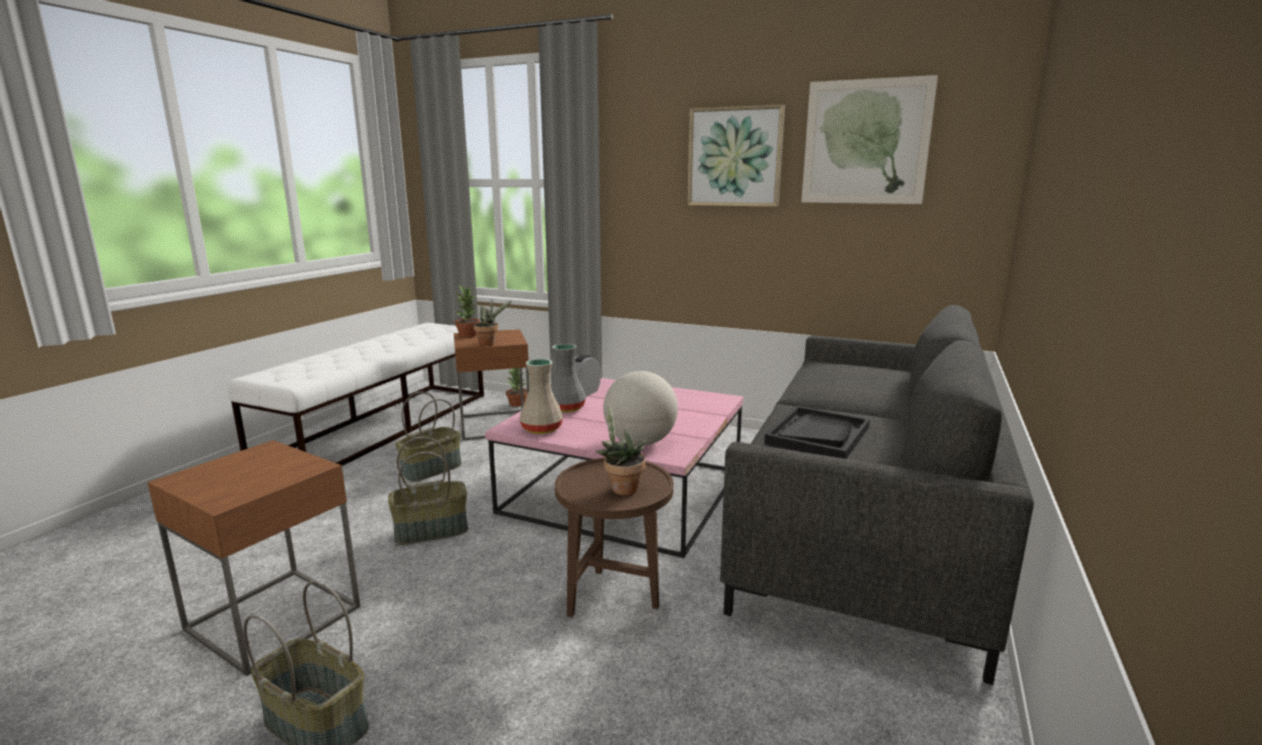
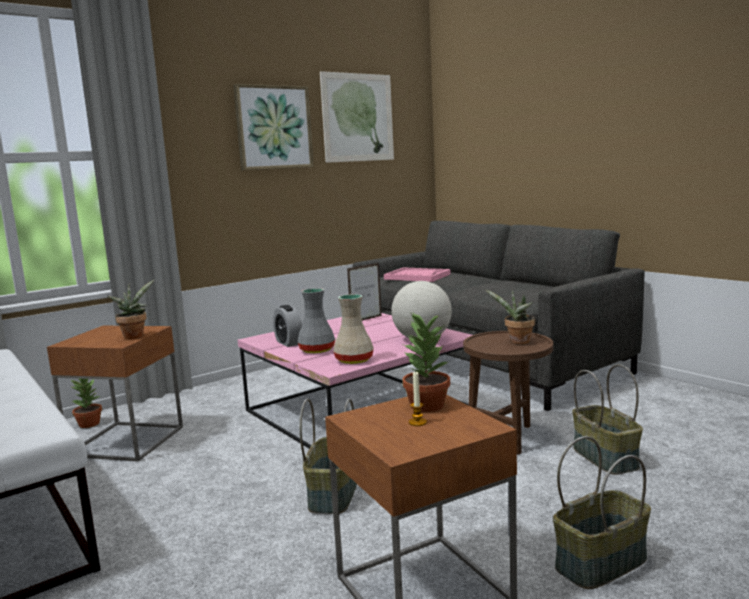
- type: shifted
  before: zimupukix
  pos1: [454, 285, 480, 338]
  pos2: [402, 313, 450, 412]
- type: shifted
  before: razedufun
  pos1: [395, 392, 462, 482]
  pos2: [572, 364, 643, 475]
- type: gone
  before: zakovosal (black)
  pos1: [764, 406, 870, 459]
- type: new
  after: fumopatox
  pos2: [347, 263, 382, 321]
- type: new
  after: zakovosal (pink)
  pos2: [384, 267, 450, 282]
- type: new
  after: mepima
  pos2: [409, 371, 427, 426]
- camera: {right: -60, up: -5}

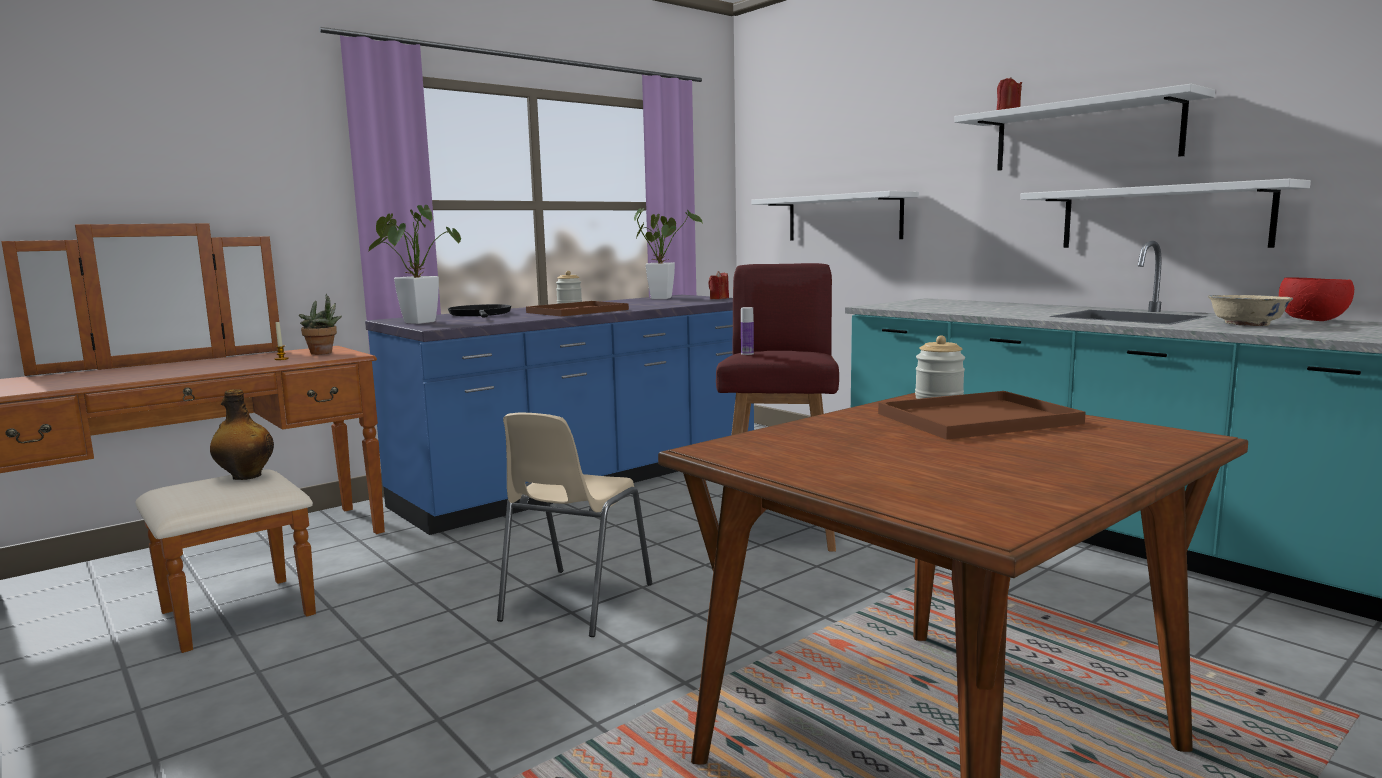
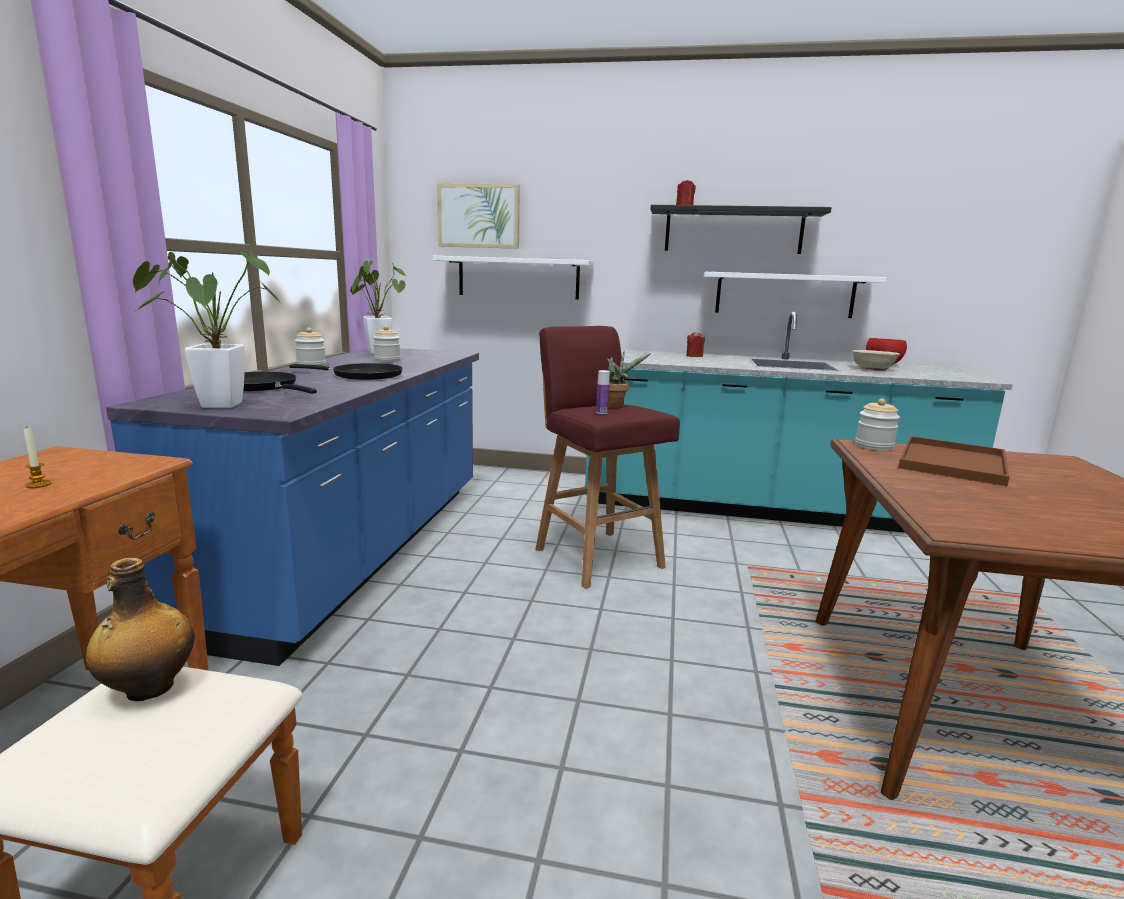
- type: repainted
  before: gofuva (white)
  after: gofuva (black)
  pos1: [954, 84, 1215, 171]
  pos2: [650, 205, 831, 254]
- type: shifted
  before: mepima (red)
  pos1: [708, 271, 729, 299]
  pos2: [686, 331, 705, 357]
- type: shifted
  before: zimupukix
  pos1: [299, 294, 342, 355]
  pos2: [606, 350, 651, 408]
- type: swapped
  before: zakovosal (brown)
  after: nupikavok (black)
  pos1: [526, 301, 629, 316]
  pos2: [290, 363, 403, 380]
- type: gone
  before: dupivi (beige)
  pos1: [497, 413, 652, 637]
- type: new
  after: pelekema
  pos2: [437, 183, 520, 249]
- type: new
  after: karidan
  pos2: [373, 326, 400, 362]
- camera: {right: -40, up: 5}

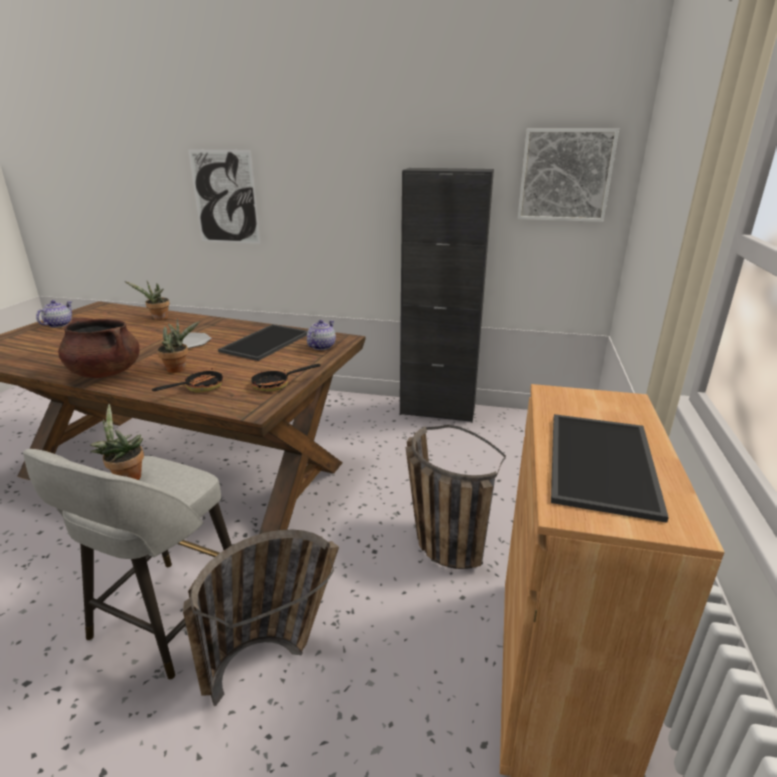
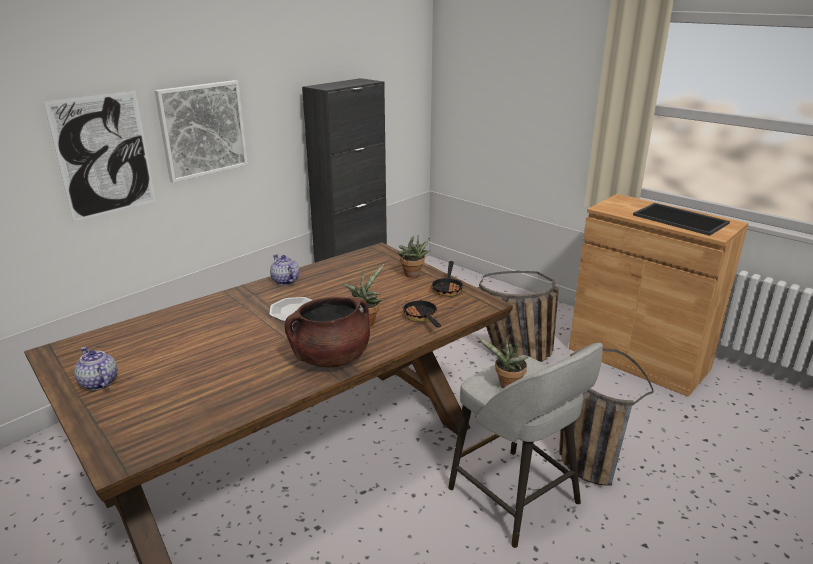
- type: shifted
  before: pelekema
  pos1: [518, 128, 619, 222]
  pos2: [155, 80, 248, 183]
- type: shifted
  before: zimupukix
  pos1: [125, 281, 170, 320]
  pos2: [397, 236, 430, 278]
- type: shifted
  before: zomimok
  pos1: [307, 320, 336, 350]
  pos2: [270, 254, 299, 285]
- type: gone
  before: zakovosal
  pos1: [218, 324, 307, 361]
- camera: {right: -60, up: 0}

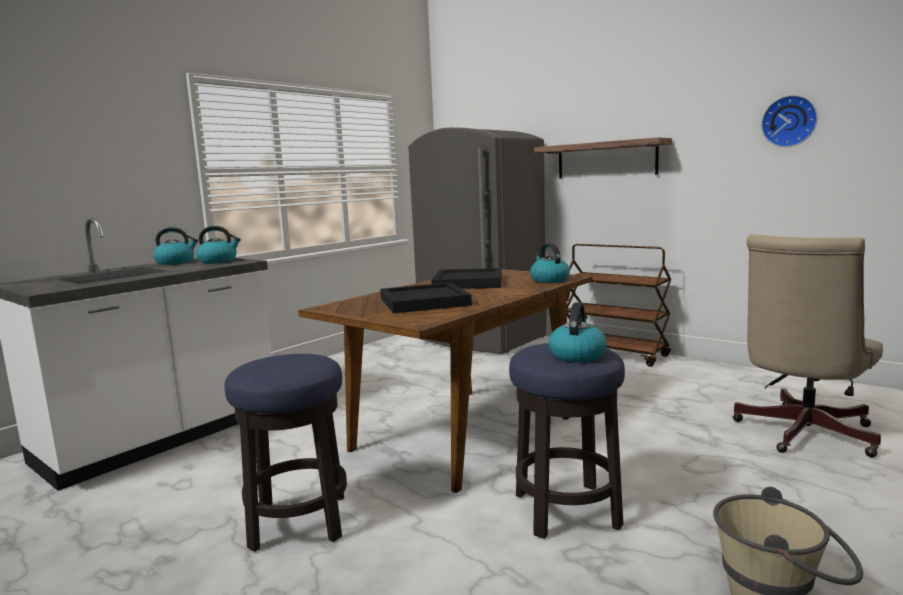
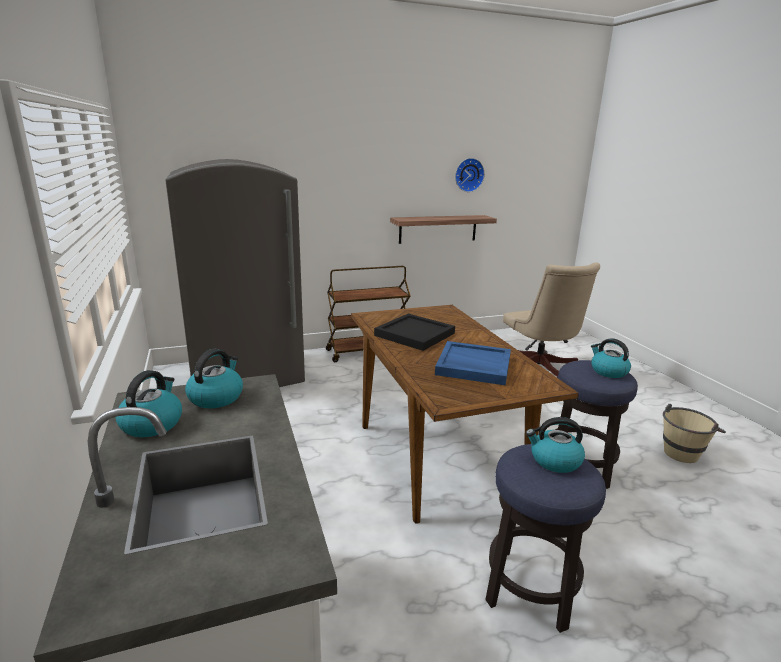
- type: shifted
  before: gofuva
  pos1: [534, 137, 672, 178]
  pos2: [390, 215, 497, 244]
- type: shifted
  before: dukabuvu
  pos1: [530, 243, 570, 283]
  pos2: [526, 417, 585, 473]
- type: repainted
  before: zakovosal (black)
  after: zakovosal (blue)
  pos1: [380, 282, 472, 313]
  pos2: [435, 341, 511, 385]
- camera: {right: -60, up: 10}

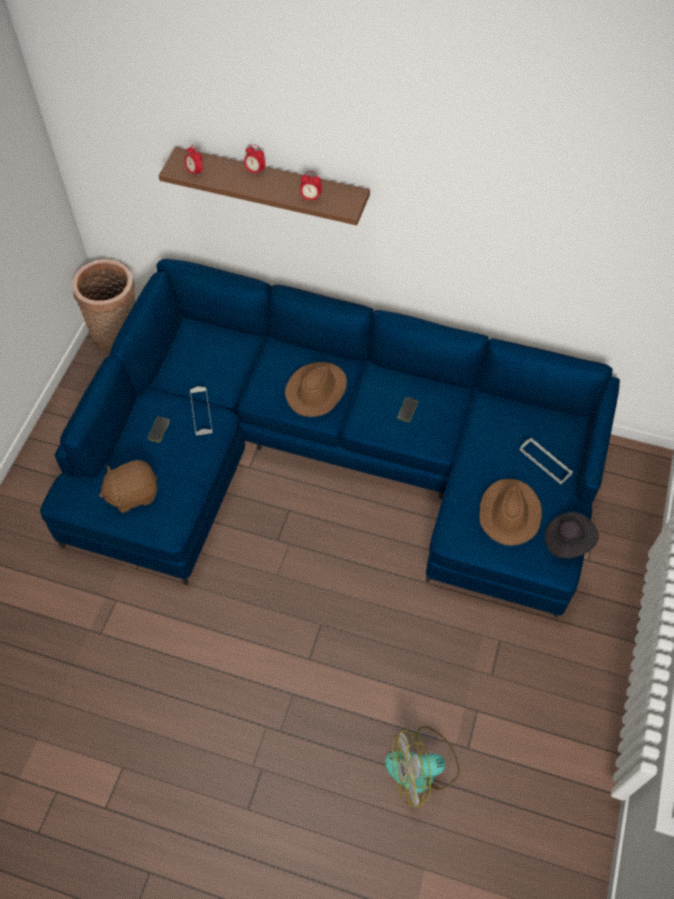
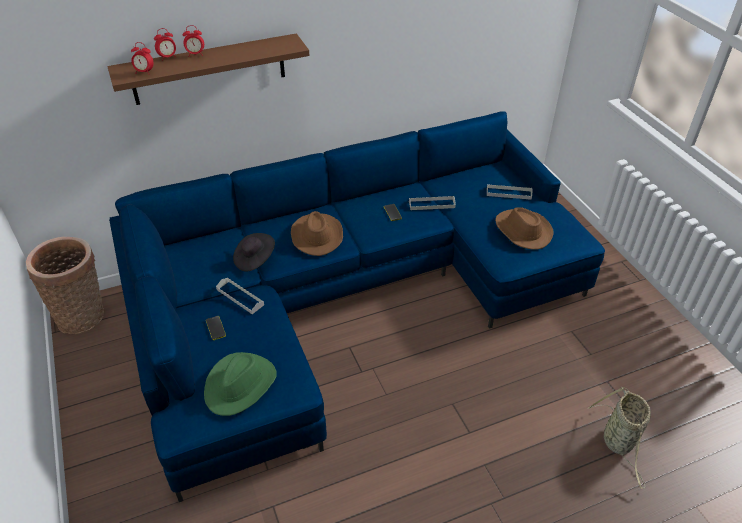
- type: shifted
  before: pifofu
  pos1: [300, 171, 322, 203]
  pos2: [154, 28, 177, 61]
- type: swapped
  before: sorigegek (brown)
  after: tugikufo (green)
  pos1: [99, 460, 158, 513]
  pos2: [204, 352, 277, 416]
- type: shifted
  before: tugikufo (black)
  pos1: [545, 512, 599, 559]
  pos2: [233, 233, 275, 272]
- type: swapped
  before: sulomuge
  after: razedufun
  pos1: [385, 726, 460, 808]
  pos2: [587, 387, 651, 489]
- type: new
  after: zakovosal (grey)
  pos2: [409, 196, 456, 210]
- camera: {right: -40, up: -15}

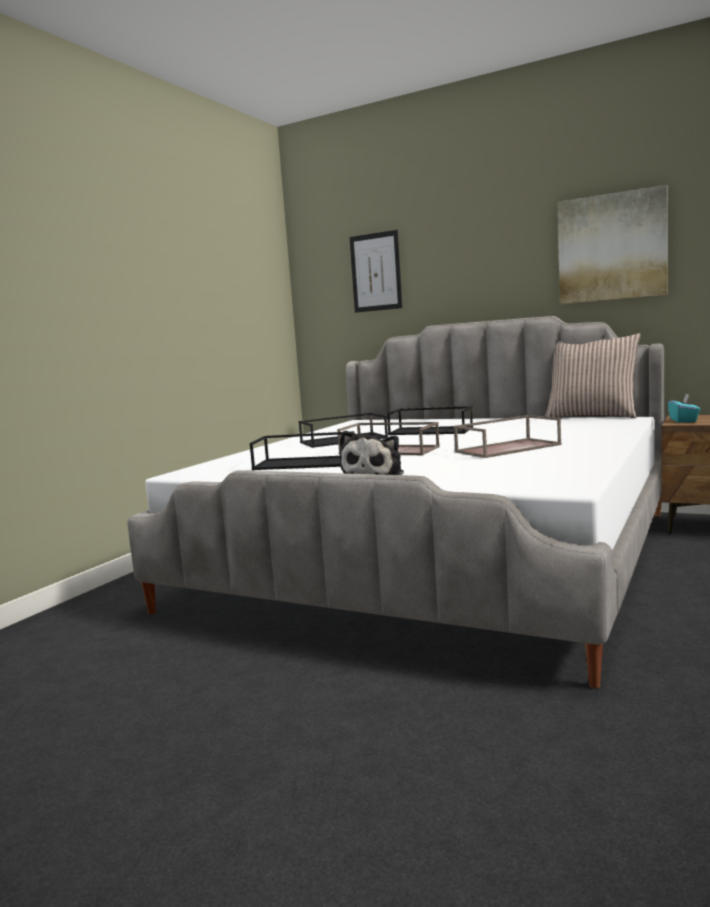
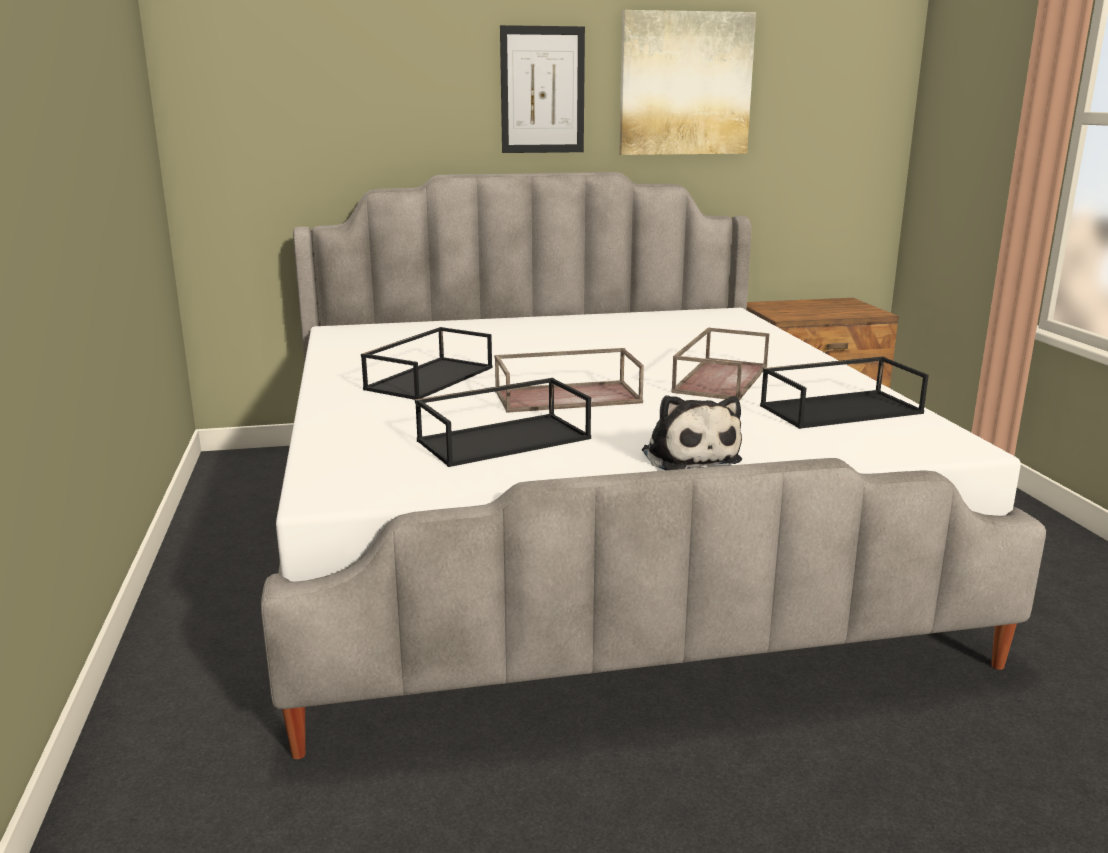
- type: shifted
  before: pelekema
  pos1: [350, 230, 402, 313]
  pos2: [500, 25, 585, 153]
- type: gone
  before: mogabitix
  pos1: [545, 333, 641, 418]
- type: gone
  before: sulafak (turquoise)
  pos1: [668, 394, 700, 423]
- type: shifted
  before: zakovosal (black)
  pos1: [387, 406, 473, 435]
  pos2: [760, 357, 929, 429]
- camera: {right: -40, up: 10}

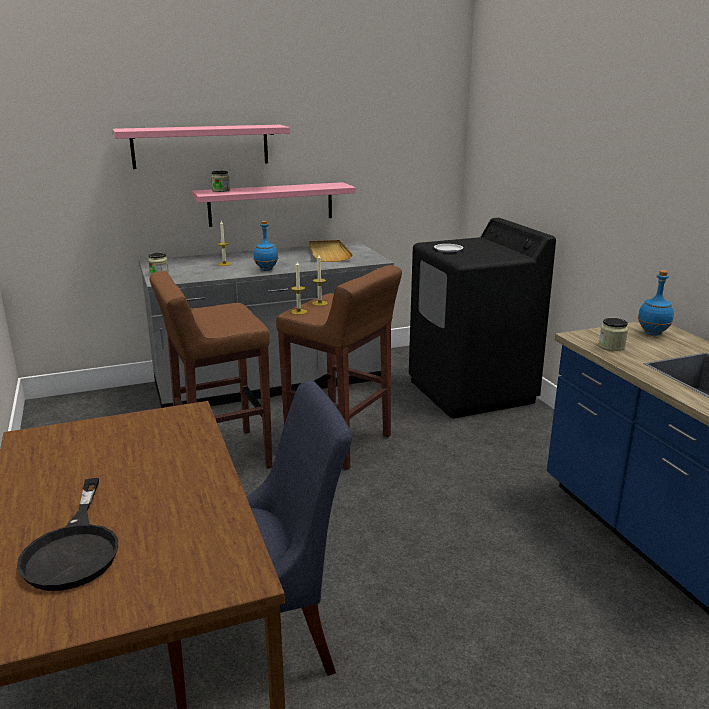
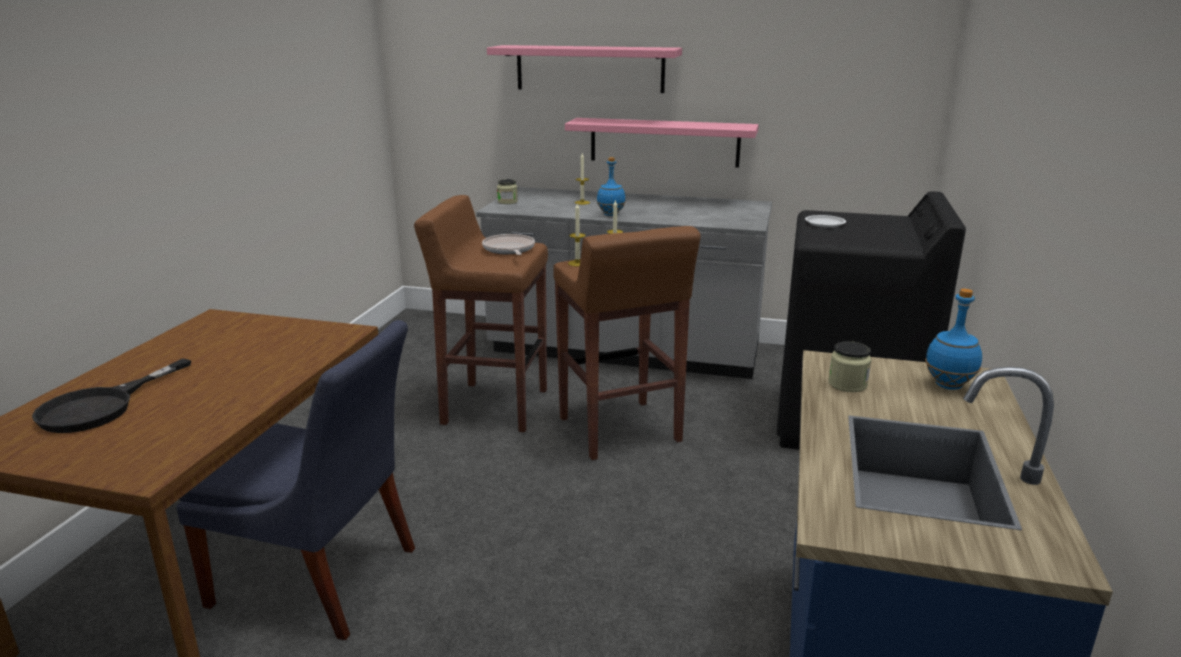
- type: gone
  before: karidan
  pos1: [211, 171, 230, 192]
- type: gone
  before: zakovosal (beige)
  pos1: [309, 240, 353, 262]
- type: new
  after: nupikavok
  pos2: [482, 234, 535, 255]
- camera: {right: 35, up: 0}

